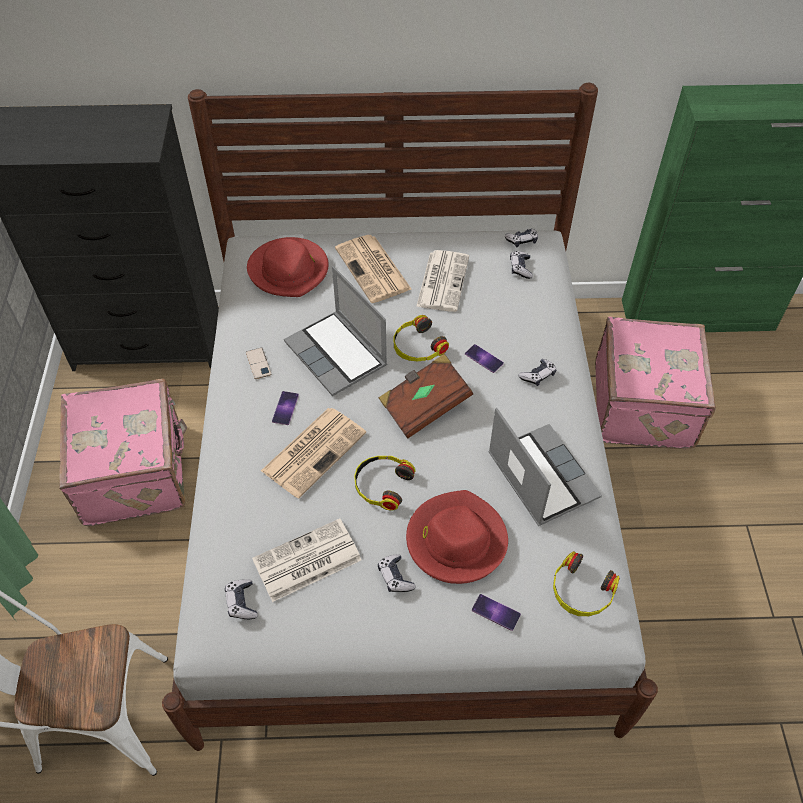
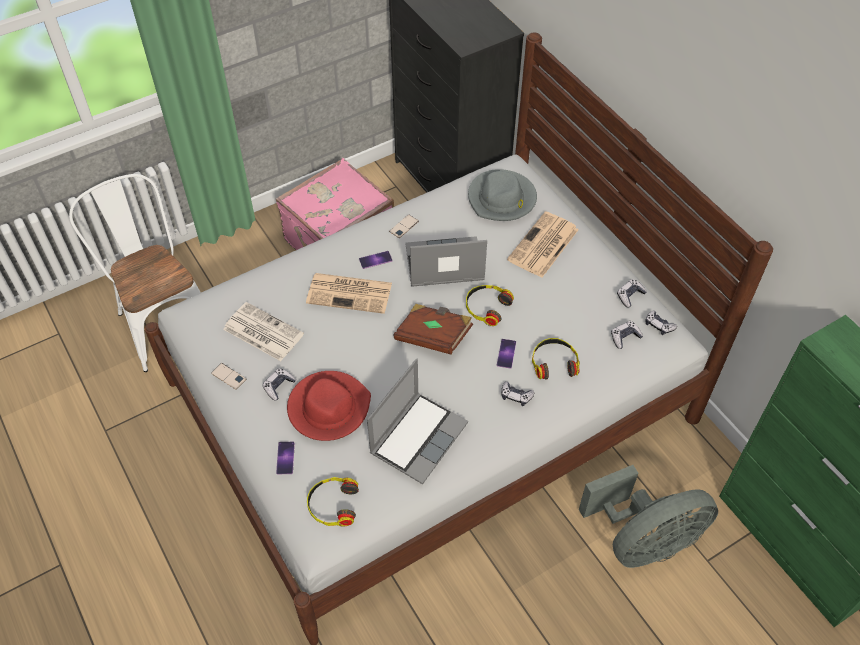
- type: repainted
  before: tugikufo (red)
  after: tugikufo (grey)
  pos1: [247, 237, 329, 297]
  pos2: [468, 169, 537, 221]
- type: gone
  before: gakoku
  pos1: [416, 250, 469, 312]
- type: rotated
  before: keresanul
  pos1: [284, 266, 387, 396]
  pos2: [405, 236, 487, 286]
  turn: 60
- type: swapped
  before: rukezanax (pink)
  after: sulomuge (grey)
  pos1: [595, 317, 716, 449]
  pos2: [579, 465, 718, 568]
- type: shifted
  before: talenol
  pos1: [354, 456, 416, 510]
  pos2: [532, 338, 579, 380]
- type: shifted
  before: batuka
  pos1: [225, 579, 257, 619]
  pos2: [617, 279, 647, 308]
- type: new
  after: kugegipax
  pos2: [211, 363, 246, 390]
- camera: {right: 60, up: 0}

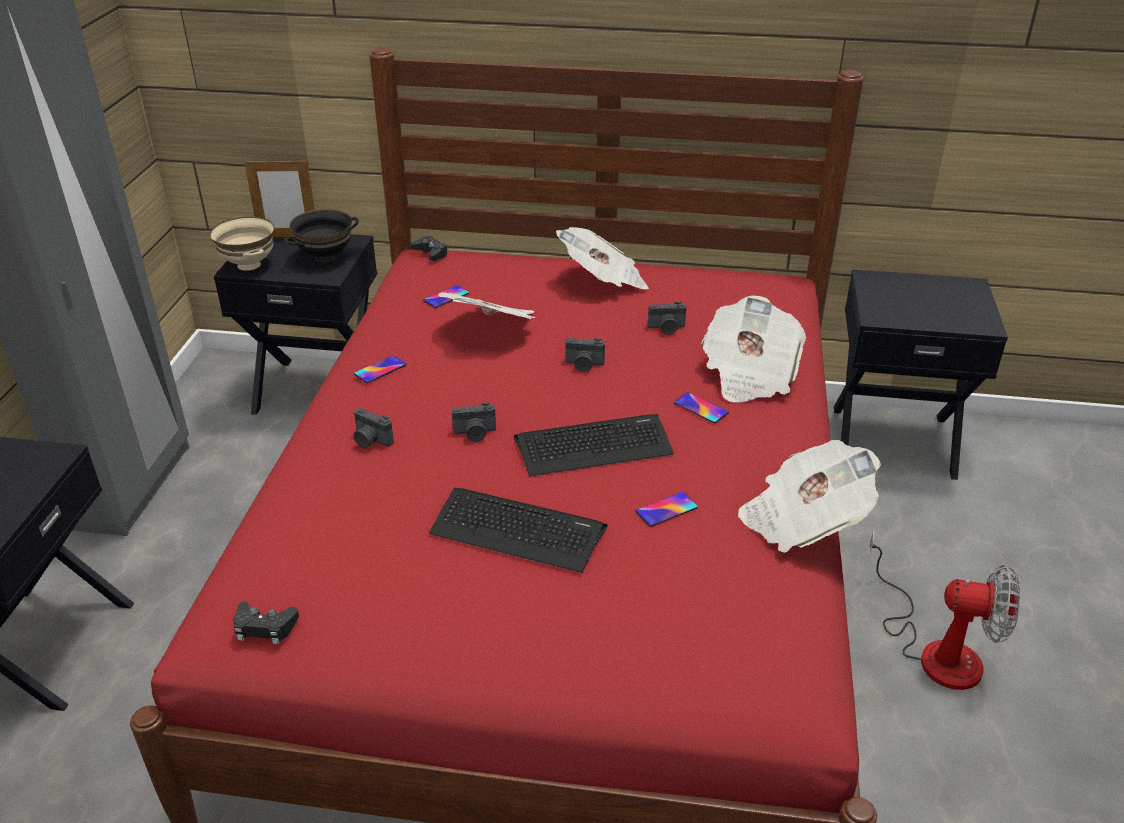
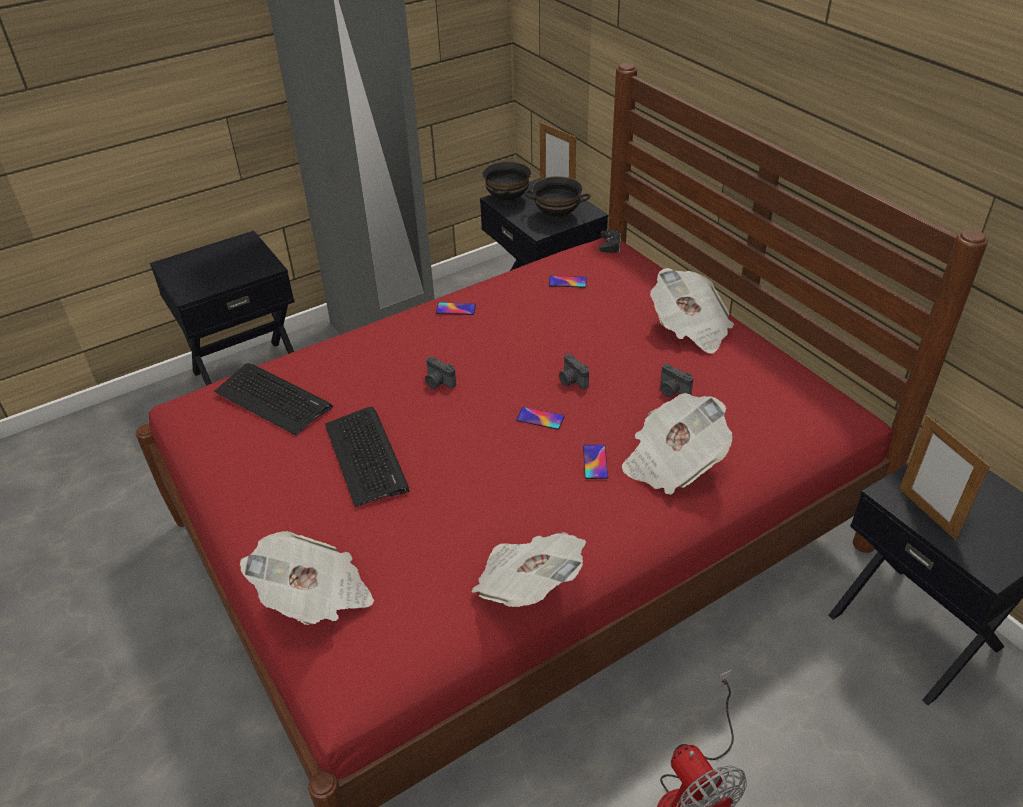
- type: repainted
  before: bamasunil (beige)
  after: bamasunil (black)
  pos1: [210, 217, 274, 271]
  pos2: [482, 161, 531, 205]
- type: shifted
  before: gakoku
  pos1: [438, 292, 535, 319]
  pos2: [240, 531, 374, 625]
- type: gone
  before: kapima
  pos1: [354, 408, 394, 449]
- type: shifted
  before: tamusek
  pos1: [514, 414, 674, 476]
  pos2: [214, 363, 333, 436]
- type: shifted
  before: kugegipax
  pos1: [636, 492, 698, 527]
  pos2: [516, 407, 565, 429]
- type: gone
  before: batuka (black)
  pos1: [233, 602, 299, 644]
- type: new
  after: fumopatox
  pos2: [899, 415, 990, 540]
- camera: {right: 50, up: 5}

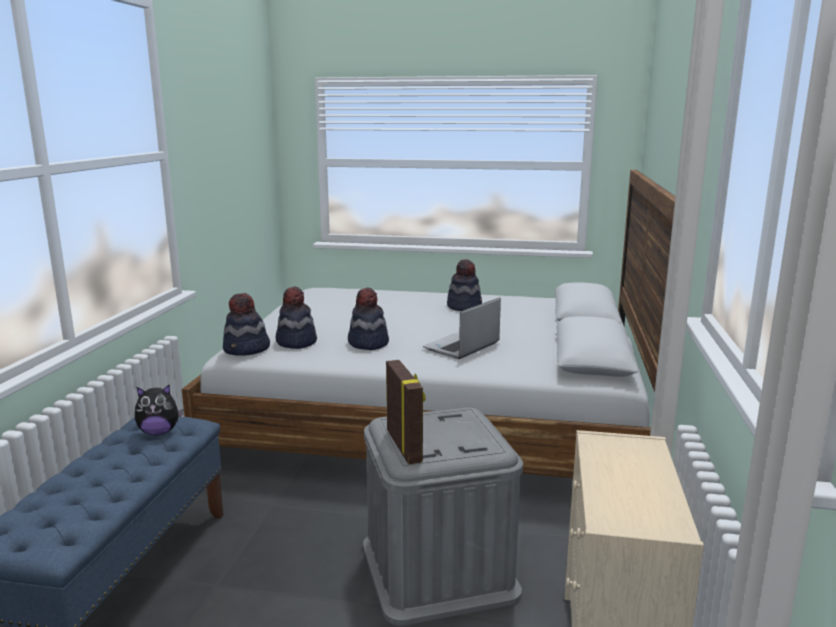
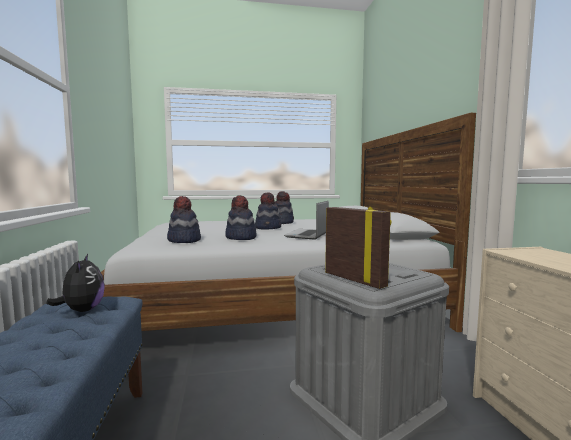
- type: shifted
  before: tugikufo
  pos1: [223, 293, 270, 356]
  pos2: [255, 192, 281, 230]
- type: rotated
  before: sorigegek
  pos1: [135, 385, 184, 435]
  pos2: [46, 254, 105, 312]
  turn: -75
- camera: {right: -20, up: -10}

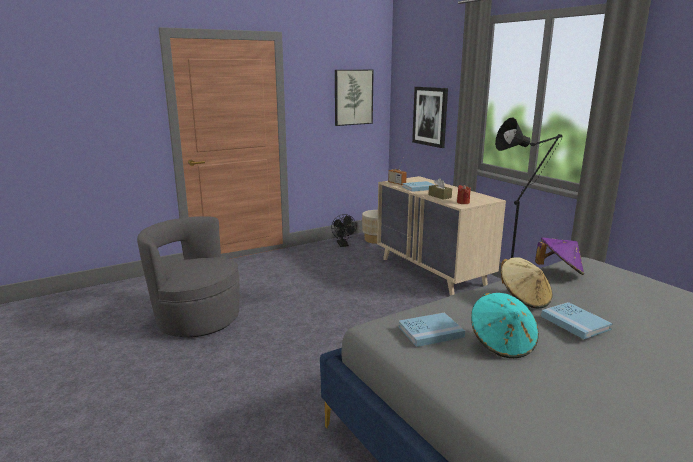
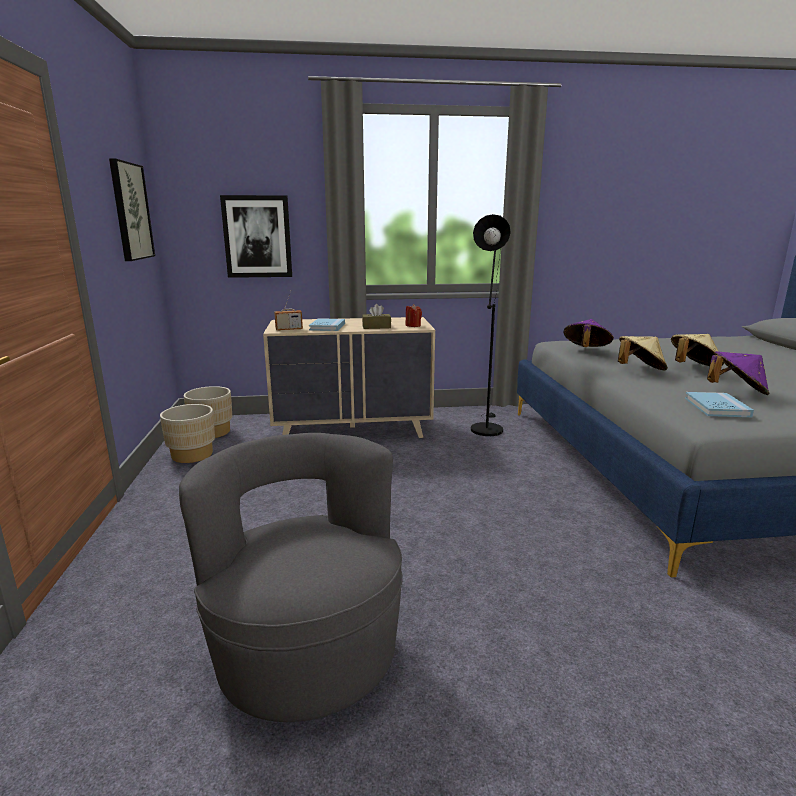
- type: swapped
  before: sulomuge (black)
  after: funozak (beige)
  pos1: [331, 214, 357, 247]
  pos2: [160, 404, 215, 463]
- type: rotated
  before: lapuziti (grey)
  pos1: [137, 216, 240, 337]
  pos2: [179, 433, 403, 722]
  turn: 105
- type: repainted
  before: tugikufo (turquoise)
  after: tugikufo (purple)
  pos1: [471, 293, 539, 358]
  pos2: [707, 351, 770, 395]
- type: swapped
  before: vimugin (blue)
  after: tugikufo (beige)
  pos1: [541, 302, 612, 339]
  pos2: [671, 334, 724, 366]
- camera: {right: -65, up: 0}

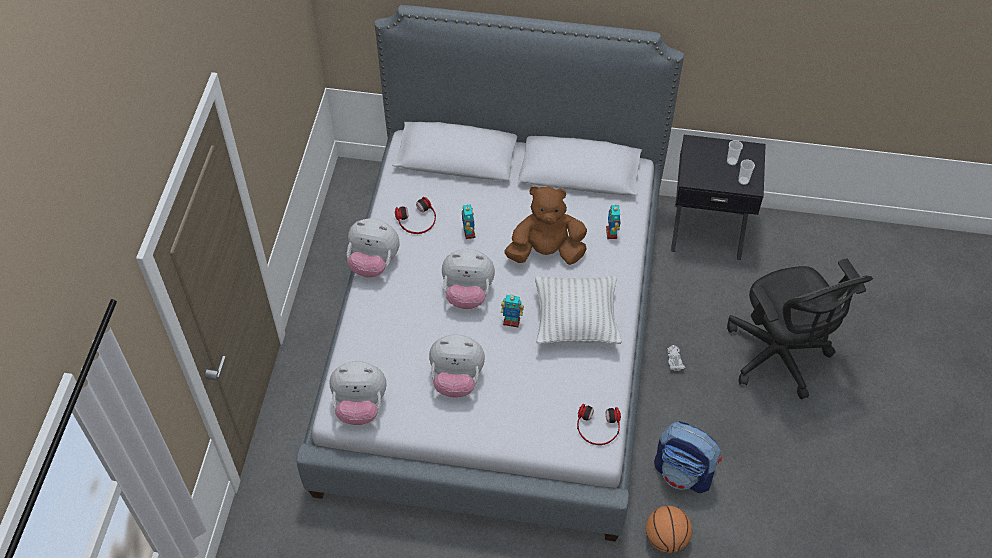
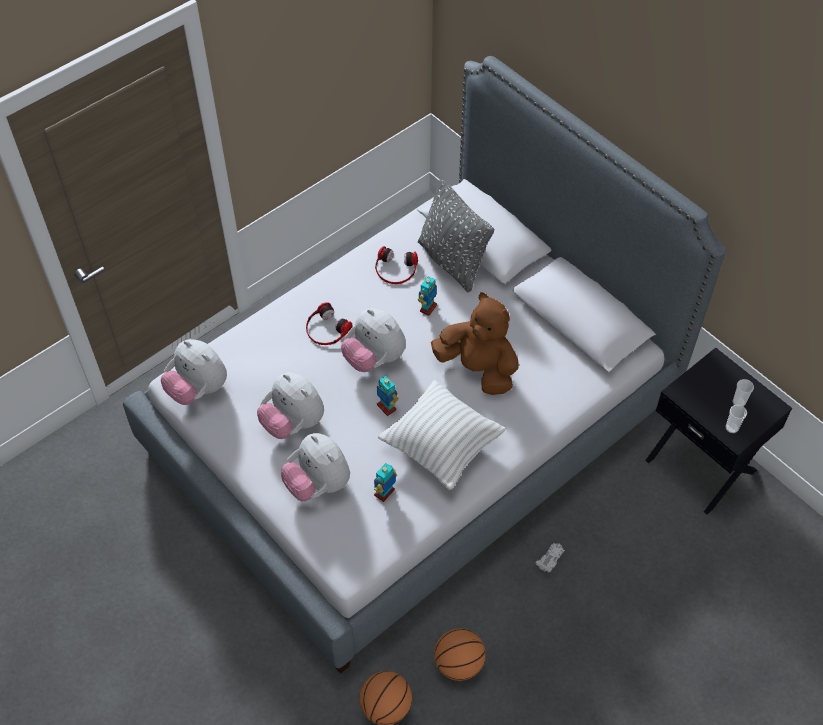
- type: shifted
  before: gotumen
  pos1: [606, 205, 620, 239]
  pos2: [374, 463, 397, 502]
- type: shifted
  before: sorigegek
  pos1: [347, 218, 400, 278]
  pos2: [281, 433, 350, 501]
- type: gone
  before: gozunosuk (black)
  pos1: [727, 258, 873, 399]
- type: shifted
  before: talenol
  pos1: [577, 404, 621, 445]
  pos2: [306, 302, 352, 345]
- type: swapped
  before: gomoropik
  after: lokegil
  pos1: [654, 421, 722, 494]
  pos2: [434, 628, 486, 681]
- type: new
  after: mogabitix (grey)
  pos2: [418, 179, 494, 292]
- camera: {right: 40, up: 0}

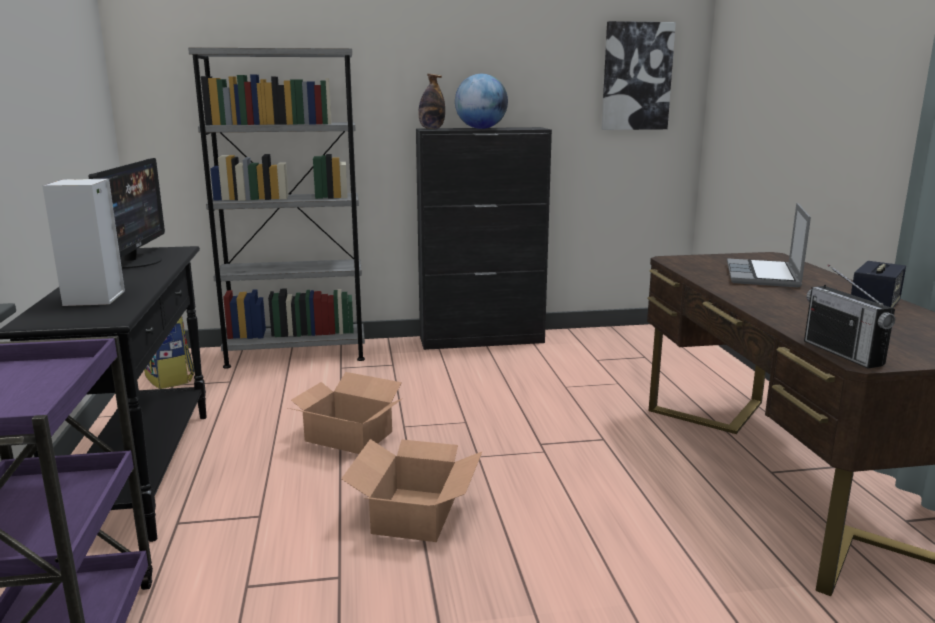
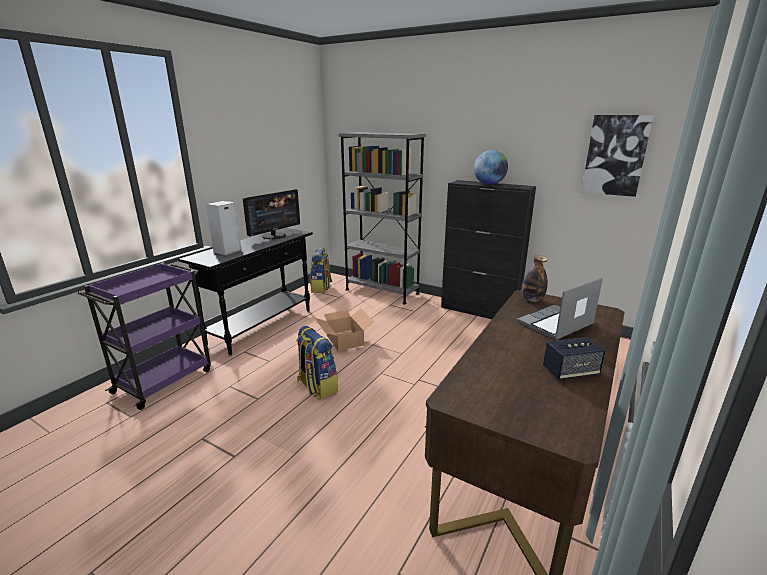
- type: shifted
  before: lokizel
  pos1: [418, 74, 445, 129]
  pos2: [522, 255, 548, 302]
- type: gone
  before: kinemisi
  pos1: [804, 264, 895, 369]
- type: swapped
  before: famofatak
  after: gomoropik
  pos1: [341, 439, 482, 542]
  pos2: [296, 326, 338, 400]
- camera: {right: 40, up: 5}

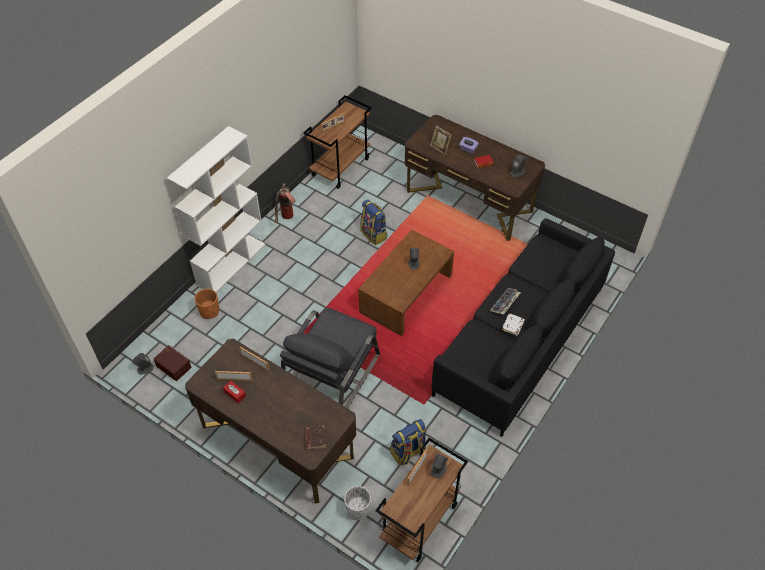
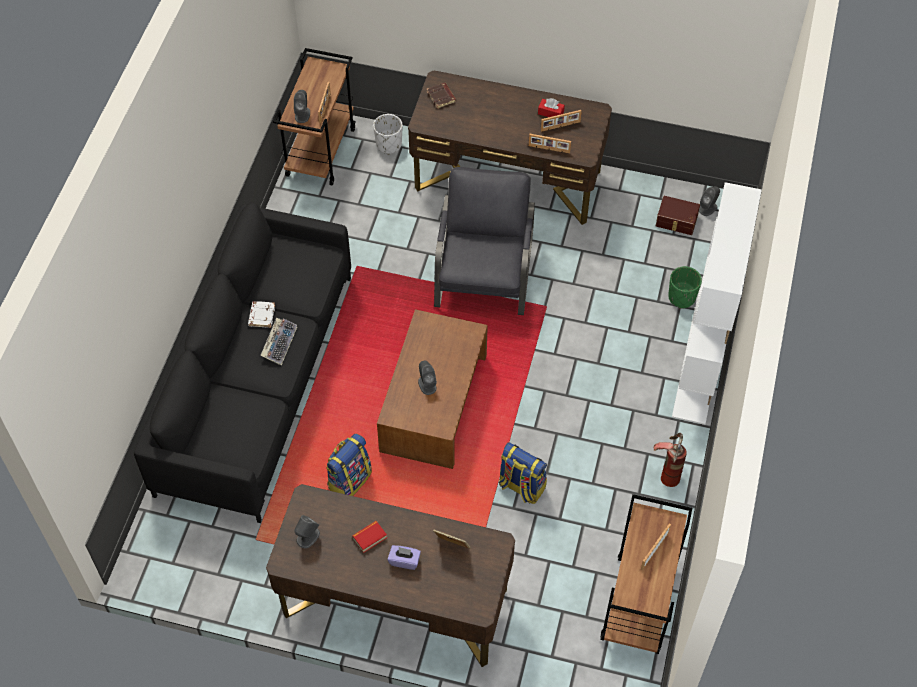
- type: repainted
  before: funozak (orange)
  after: funozak (green)
  pos1: [194, 289, 219, 319]
  pos2: [668, 266, 702, 309]
- type: shifted
  before: gomoropik
  pos1: [391, 419, 426, 465]
  pos2: [326, 434, 372, 496]
- camera: {right: 160, up: 5}

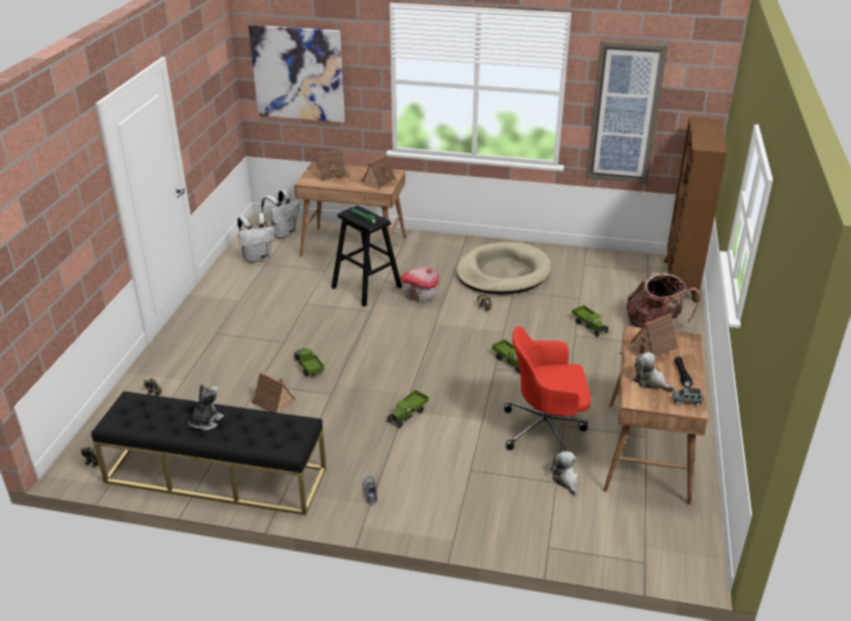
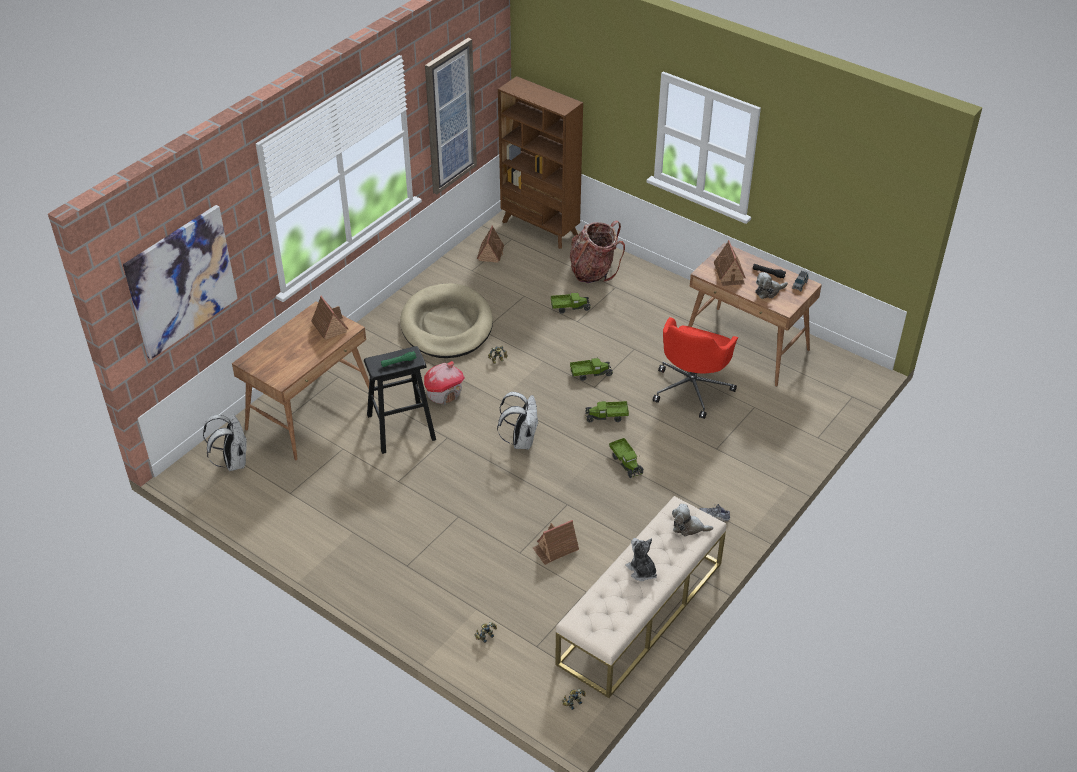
- type: shifted
  before: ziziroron
  pos1: [317, 150, 350, 181]
  pos2: [477, 226, 504, 263]
- type: shifted
  before: gomoropik (white)
  pos1: [237, 213, 275, 263]
  pos2: [497, 392, 539, 450]
- type: shifted
  before: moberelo
  pos1: [294, 348, 324, 377]
  pos2: [585, 401, 629, 422]
- type: repainted
  before: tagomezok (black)
  after: tagomezok (beige)
  pos1: [91, 391, 326, 515]
  pos2: [555, 496, 726, 698]
- type: shifted
  before: sorigegek
  pos1: [551, 451, 578, 495]
  pos2: [672, 504, 713, 536]
- camera: {right: -65, up: 10}

